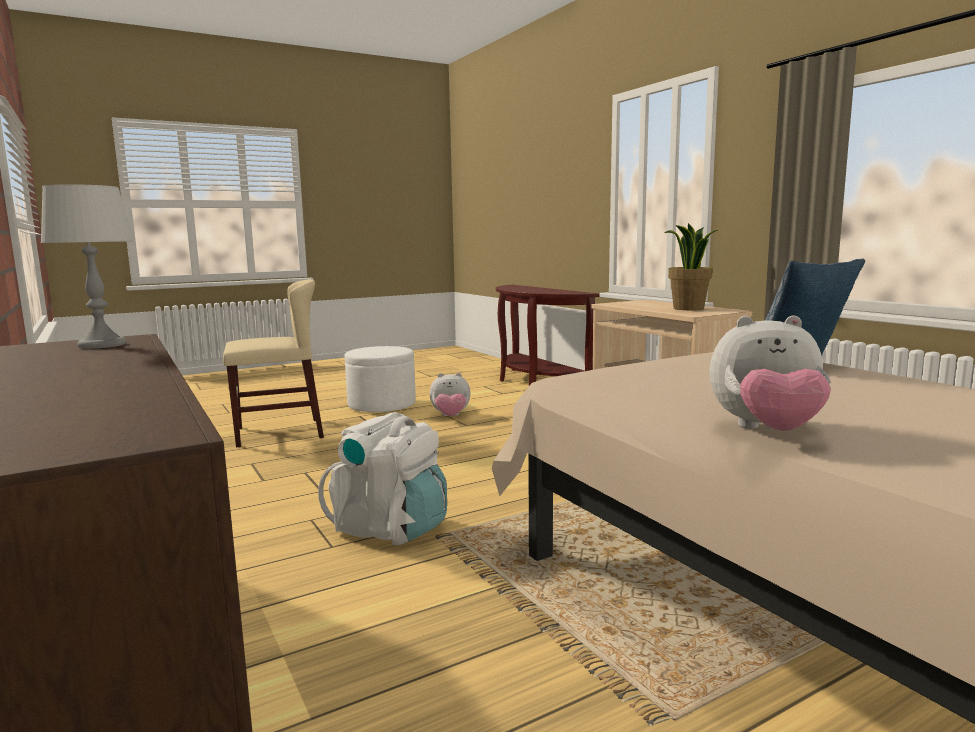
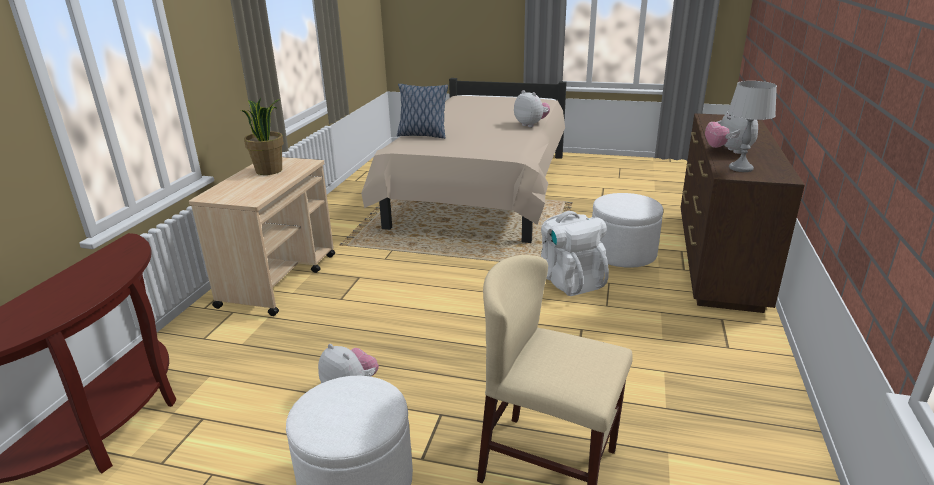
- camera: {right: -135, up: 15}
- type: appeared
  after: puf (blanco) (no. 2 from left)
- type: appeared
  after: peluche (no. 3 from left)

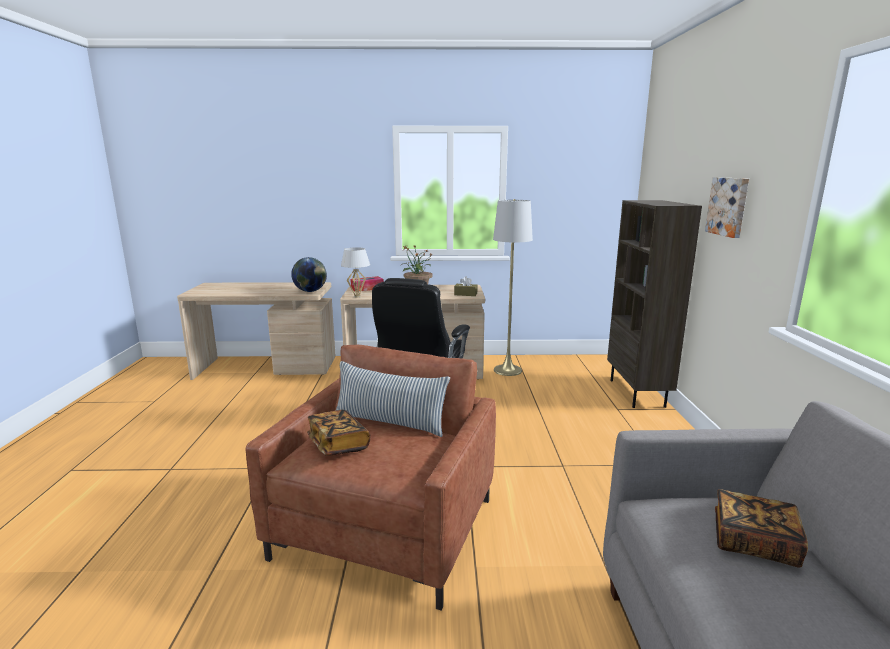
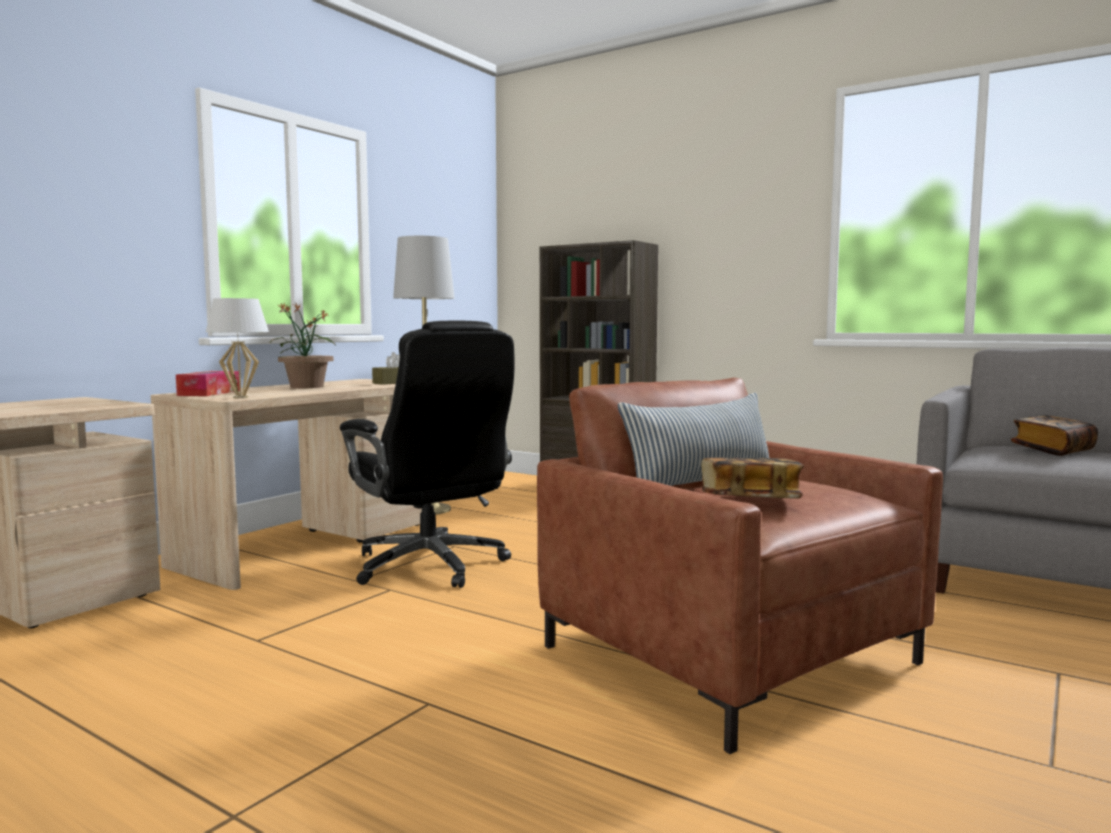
- camera: {right: -55, up: -10}
- type: missing
  before: globo terráqueo
- type: missing
  before: cuadro

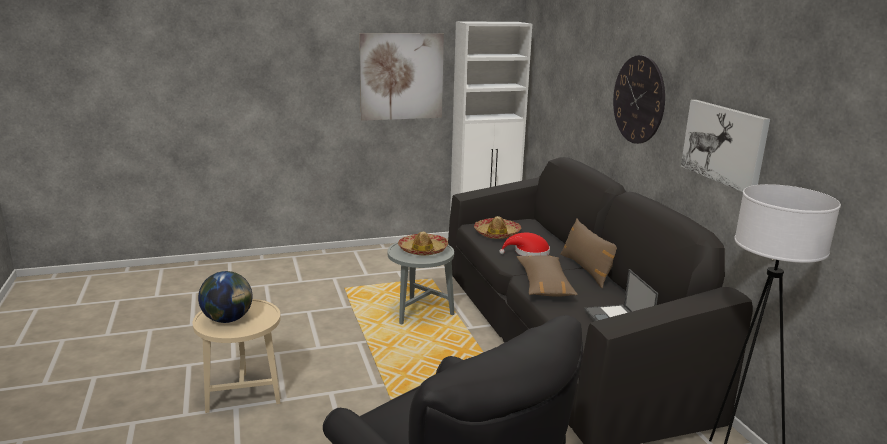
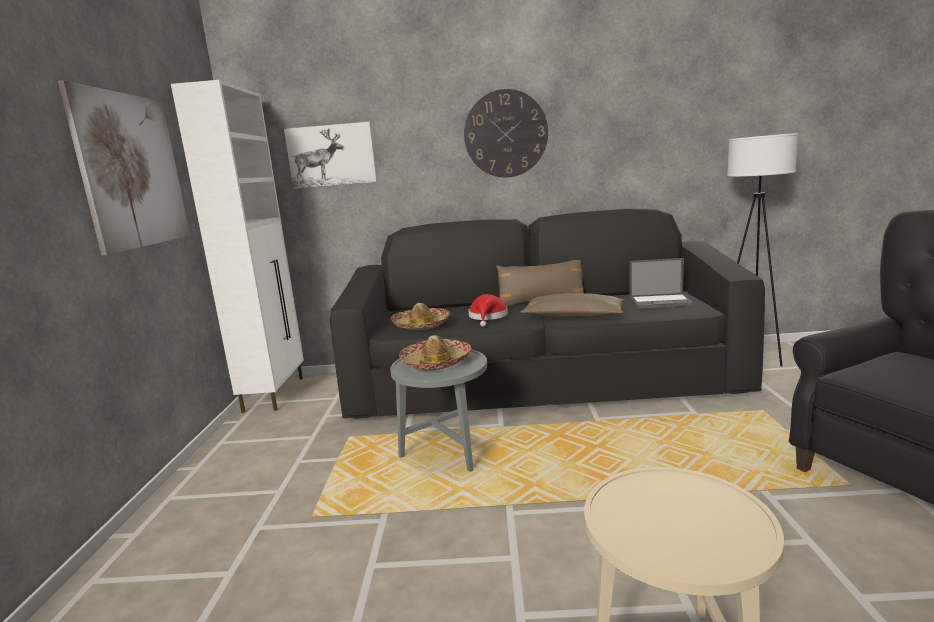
- camera: {right: -70, up: -5}
- type: missing
  before: globo terráqueo
- type: relocated
  before: cuadro (no. 2 from left)

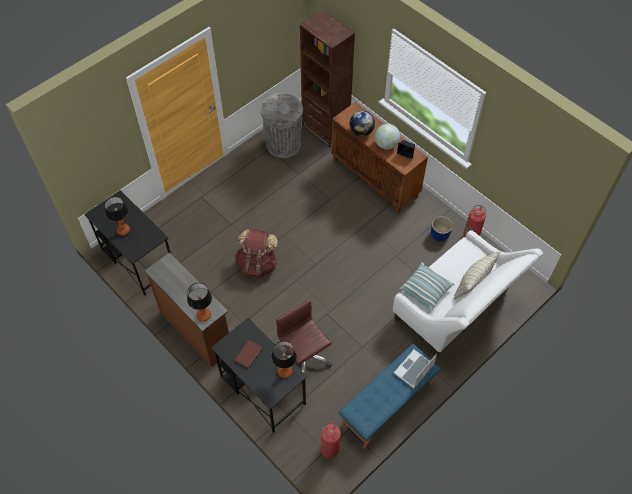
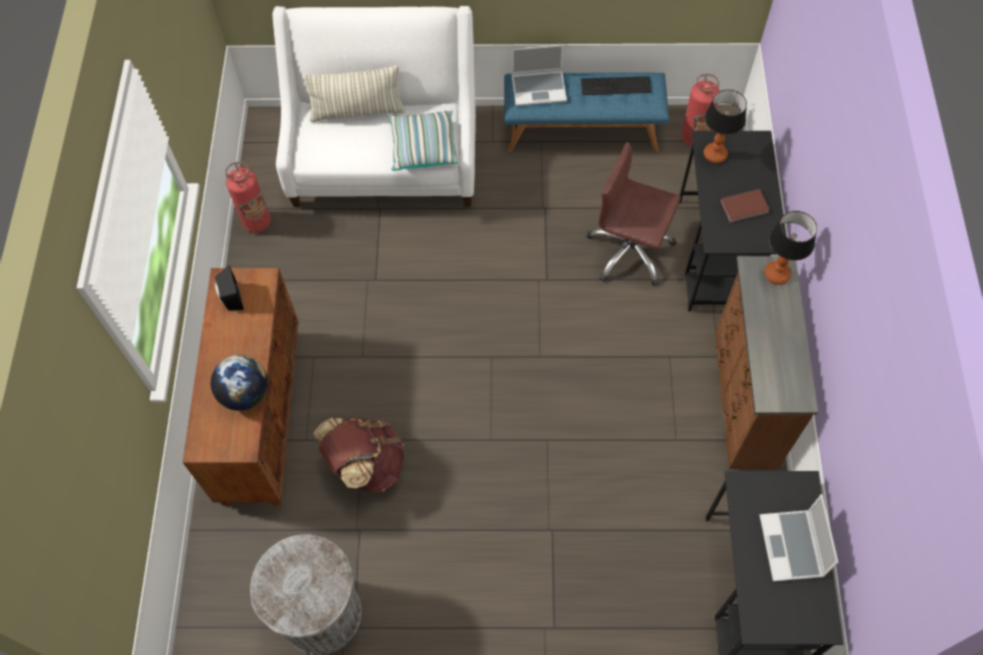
- camera: {right: -135, up: 5}
- type: missing
  before: estantería (marrón)
- type: missing
  before: globo terráqueo (no. 2 from left)
- type: missing
  before: maceta (azul)
- type: appeared
  after: teclado
- type: relocated
  before: mochila (marrón)
- type: exchanged
  before: lámpara de mesa (no. 1 from left)
  after: portátil (no. 2 from left)
- type: spun
  before: silla de oficina (marrón)
  turn: 105

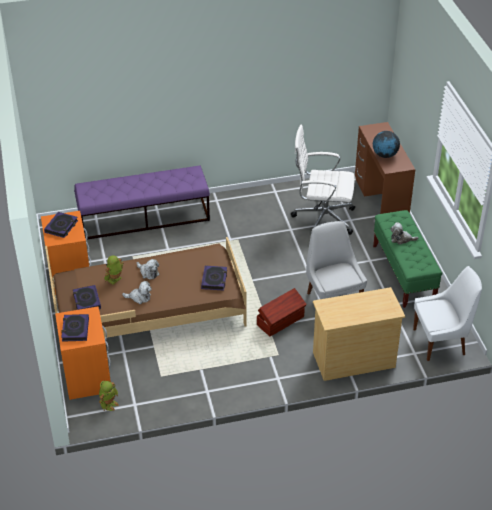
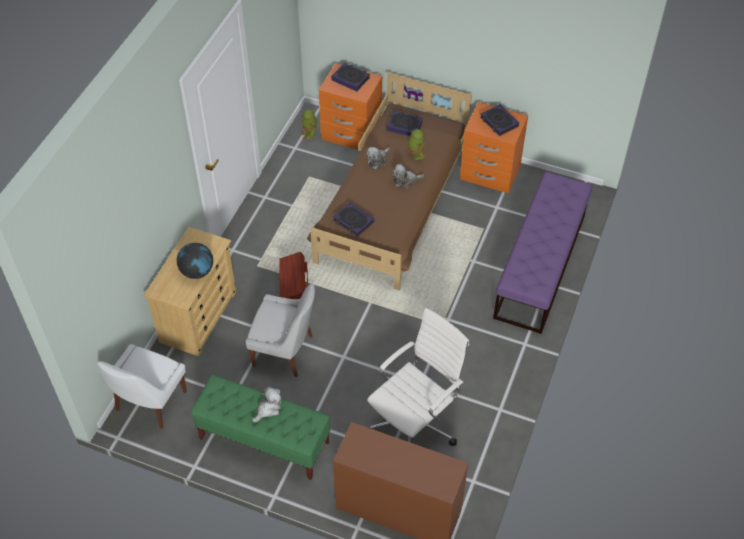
- camera: {right: 125, up: 10}
- type: relocated
  before: globo terráqueo

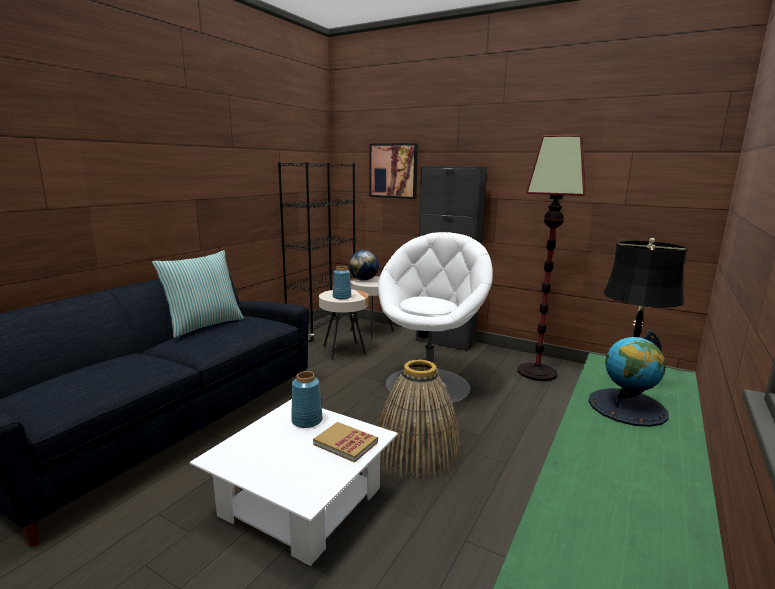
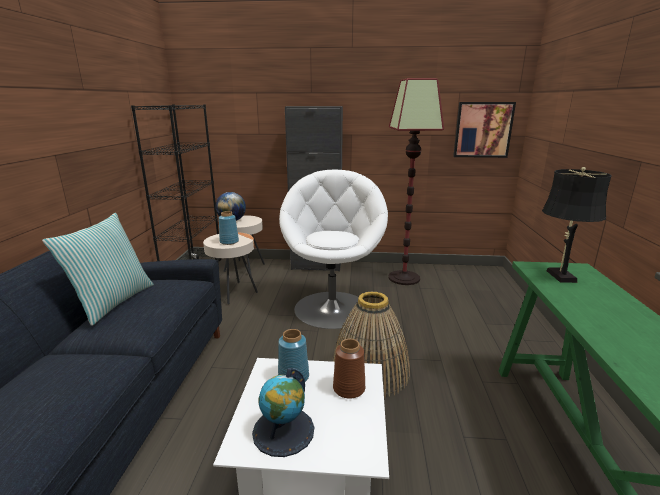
- camera: {right: -25, up: 5}
- type: relocated
  before: cuadro
- type: relocated
  before: globo terráqueo (no. 2 from left)
- type: exchanged
  before: libro
  after: florero (marrón)

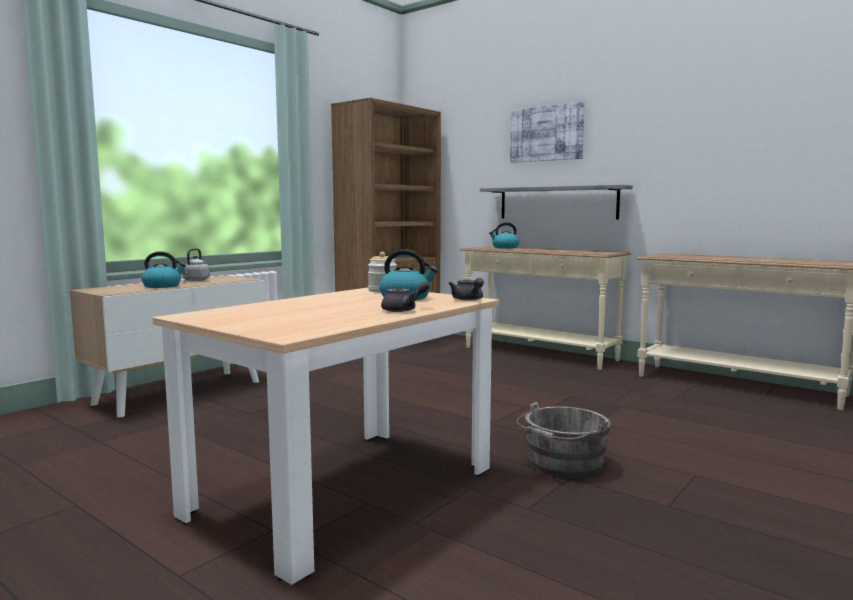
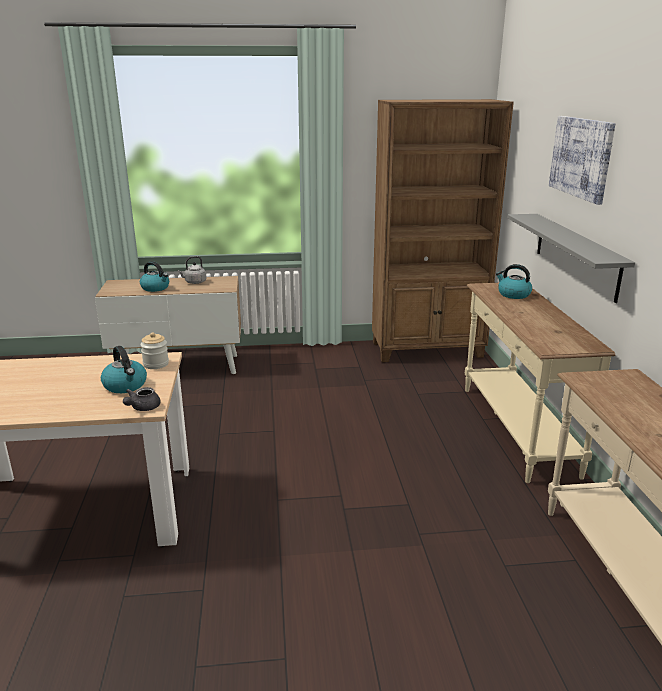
- camera: {right: 45, up: 15}
- type: missing
  before: tetera (gris) (no. 1 from left)
- type: missing
  before: cubo (gris)

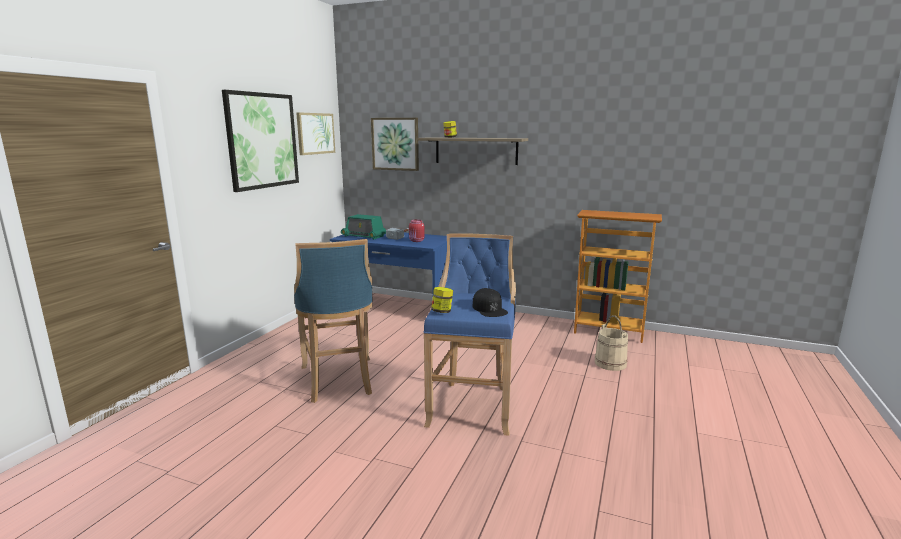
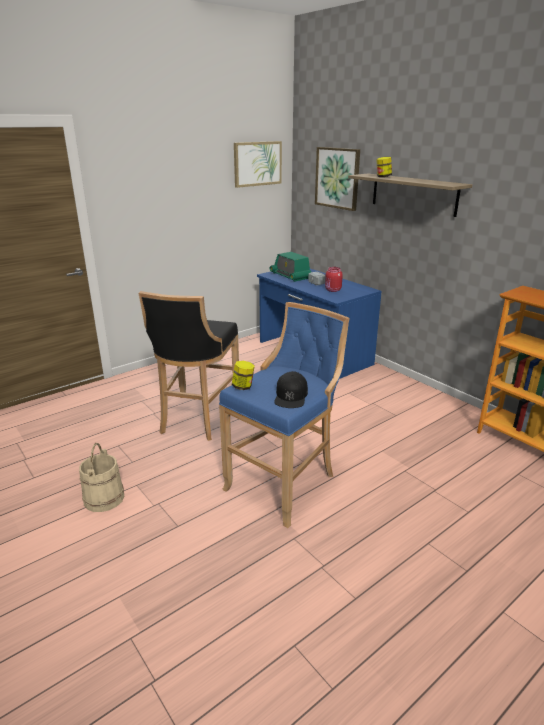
- camera: {right: 30, up: 10}
- type: missing
  before: cuadro (no. 1 from left)
- type: relocated
  before: cubo (beis)
- type: colour
  before: taburete (azul) (no. 1 from left)
  after: taburete (negro)

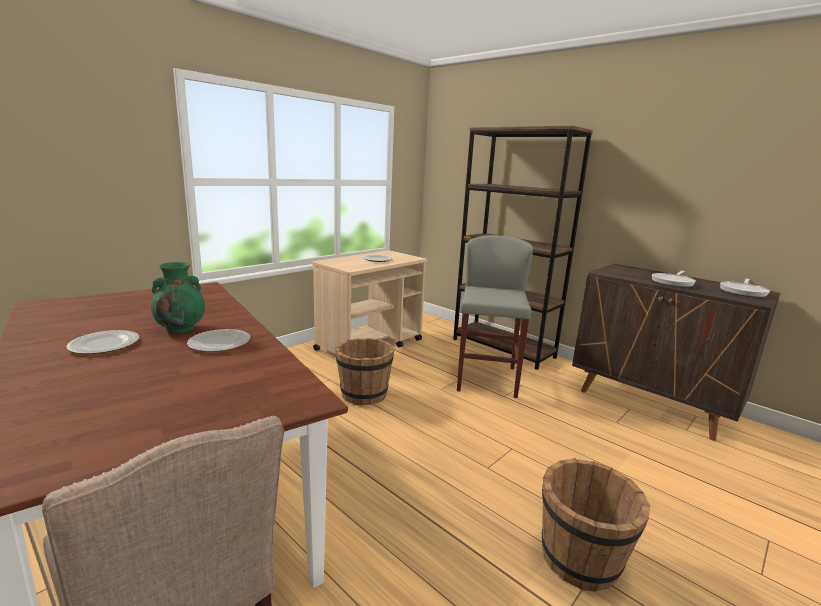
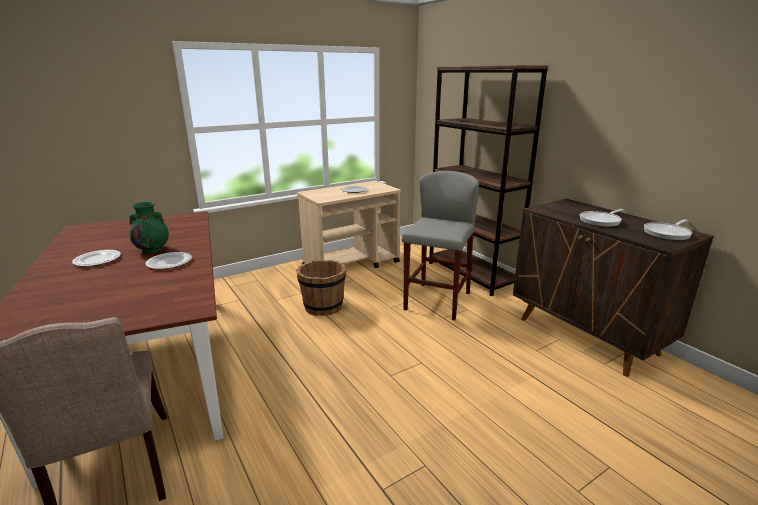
- camera: {right: 15, up: 5}
- type: missing
  before: cubo (marrón) (no. 2 from left)

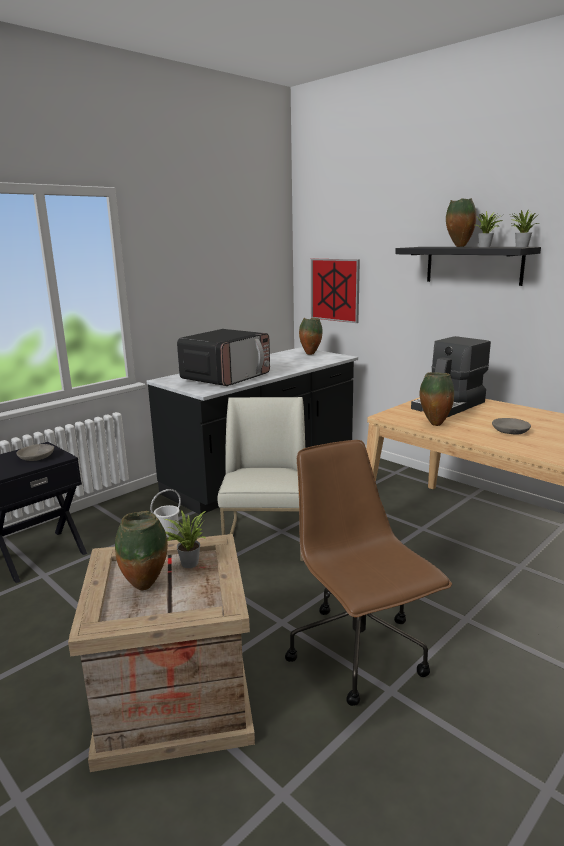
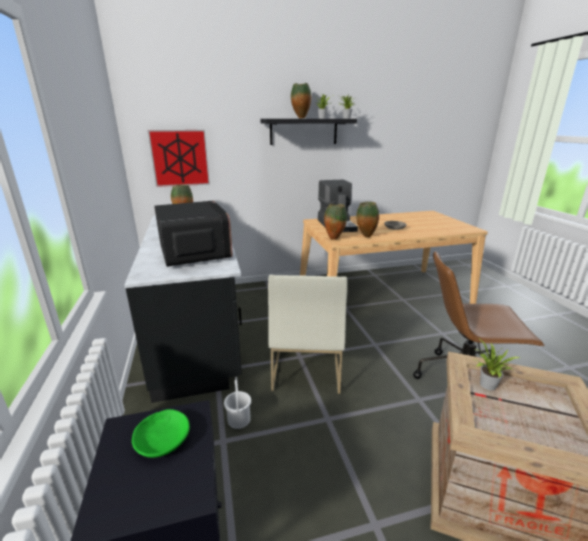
- camera: {right: -60, up: 5}
- type: relocated
  before: florero (no. 1 from left in the first image)
  after: florero (no. 3 from left)
- type: colour
  before: cuenco (gris) (no. 1 from left)
  after: cuenco (verde)
- type: spun
  before: silla (blanco)
  turn: -120

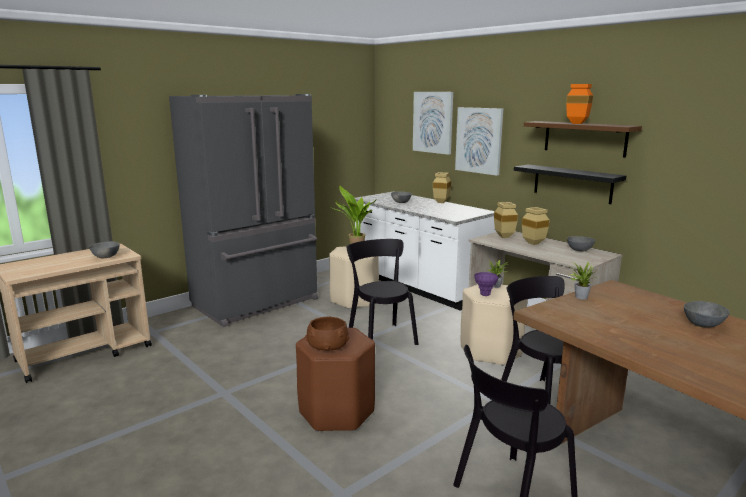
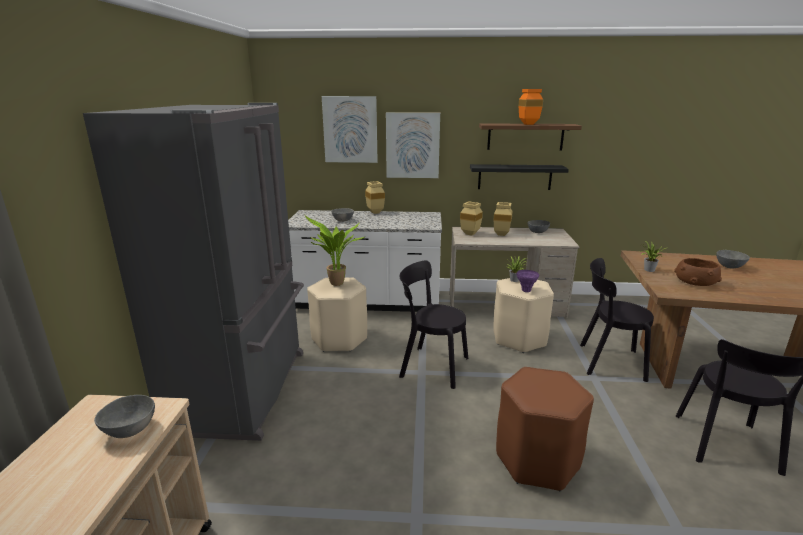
- camera: {right: -45, up: 5}
- type: relocated
  before: cuenco (marrón)

